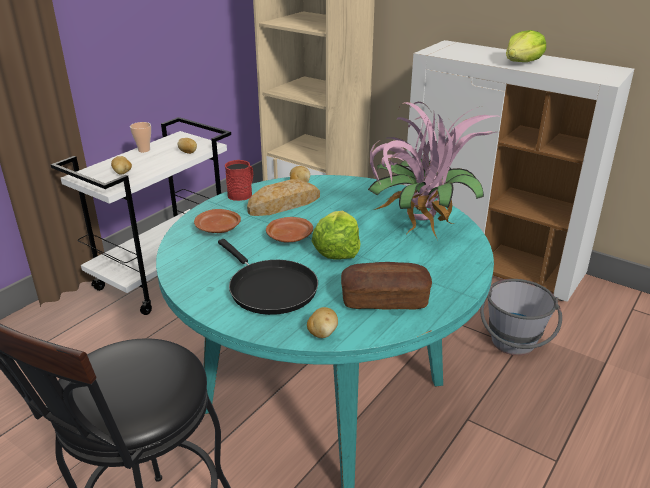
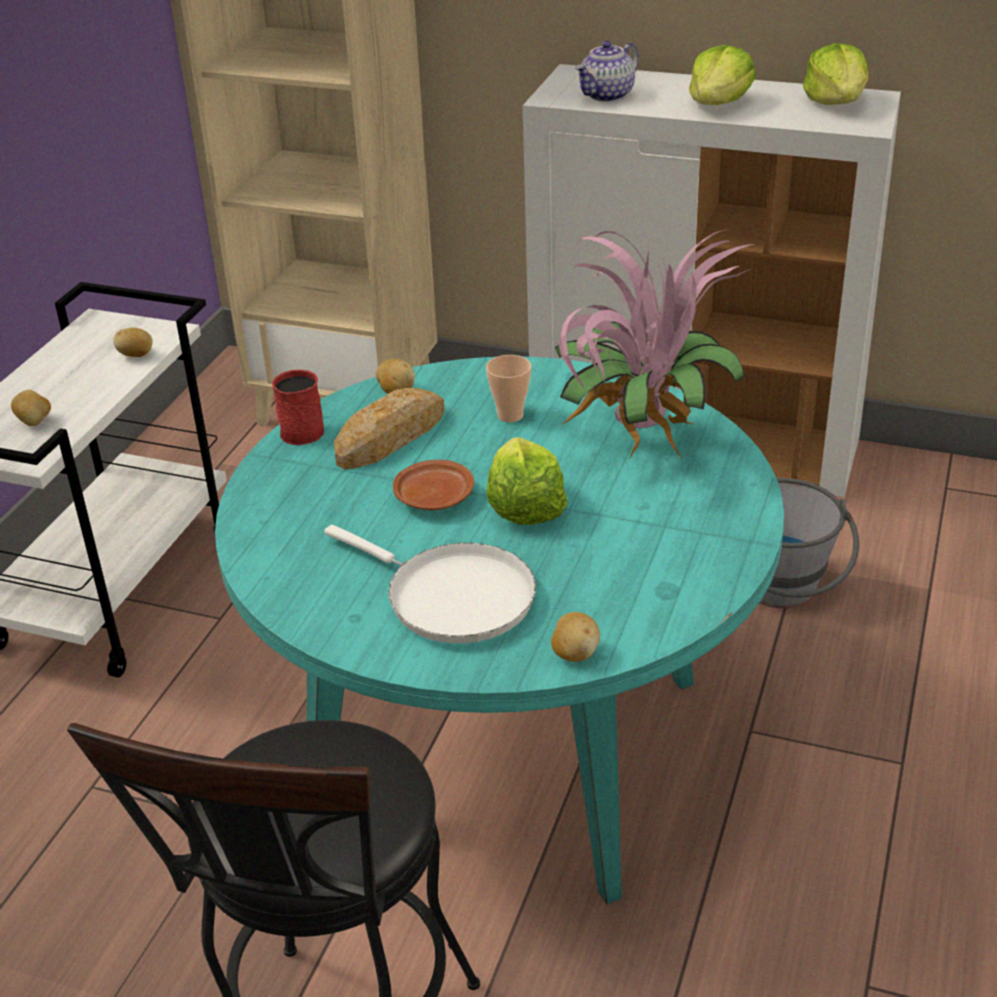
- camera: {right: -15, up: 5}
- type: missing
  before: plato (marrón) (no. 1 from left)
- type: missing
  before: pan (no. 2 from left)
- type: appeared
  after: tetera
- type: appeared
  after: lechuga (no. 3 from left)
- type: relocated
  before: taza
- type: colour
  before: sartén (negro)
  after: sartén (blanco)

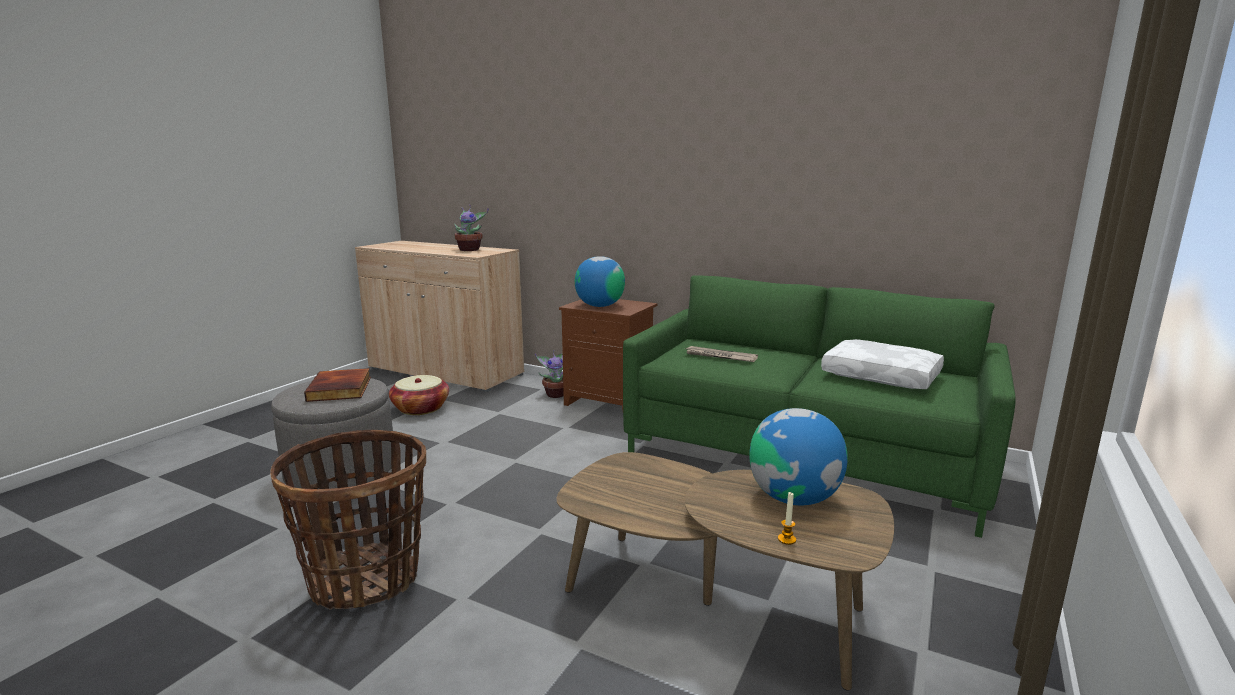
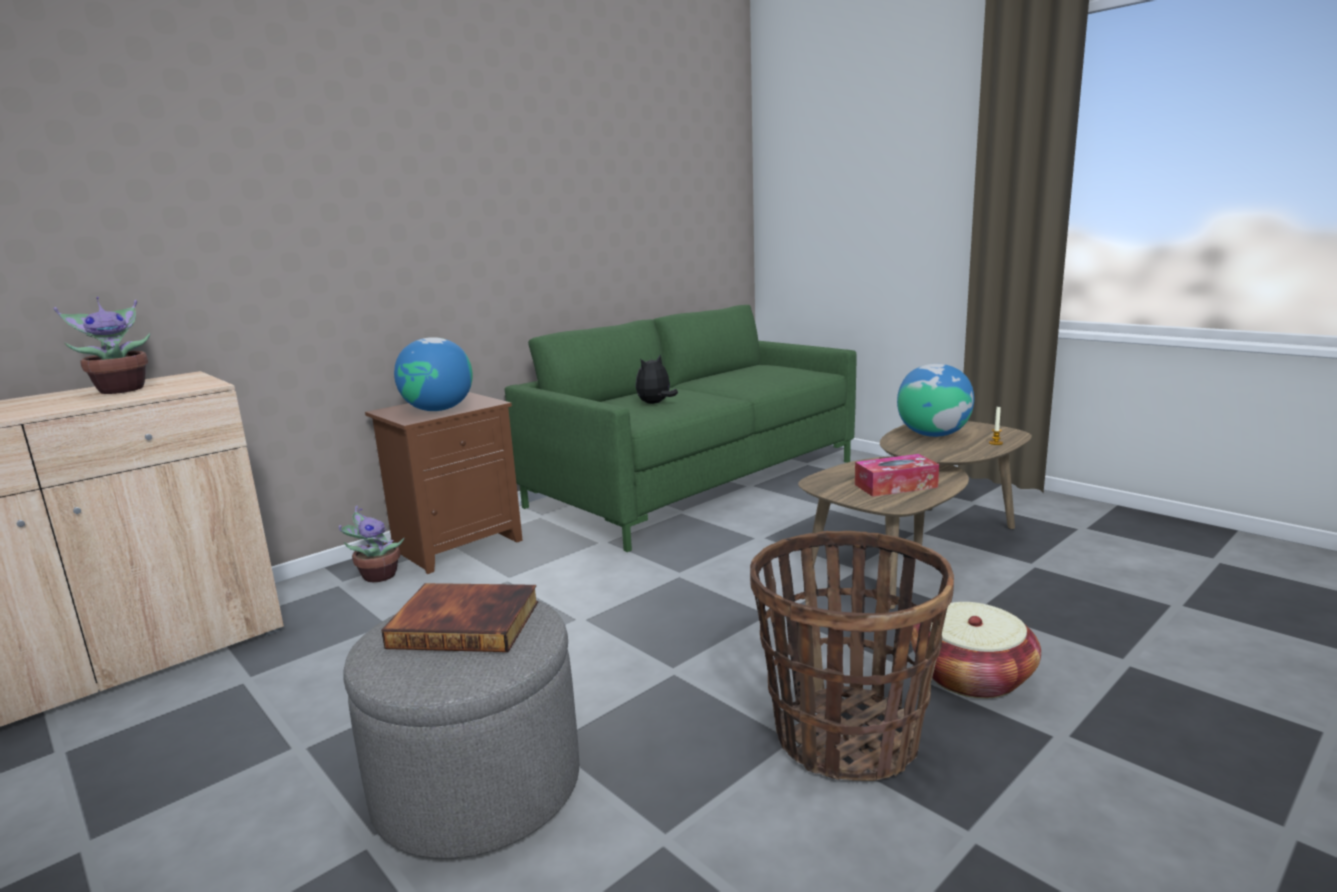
- camera: {right: -70, up: 0}
- type: missing
  before: cojín (blanco)
- type: appeared
  after: caja de pañuelos
- type: relocated
  before: cesta (no. 2 from left)
- type: exchanged
  before: periódico
  after: peluche

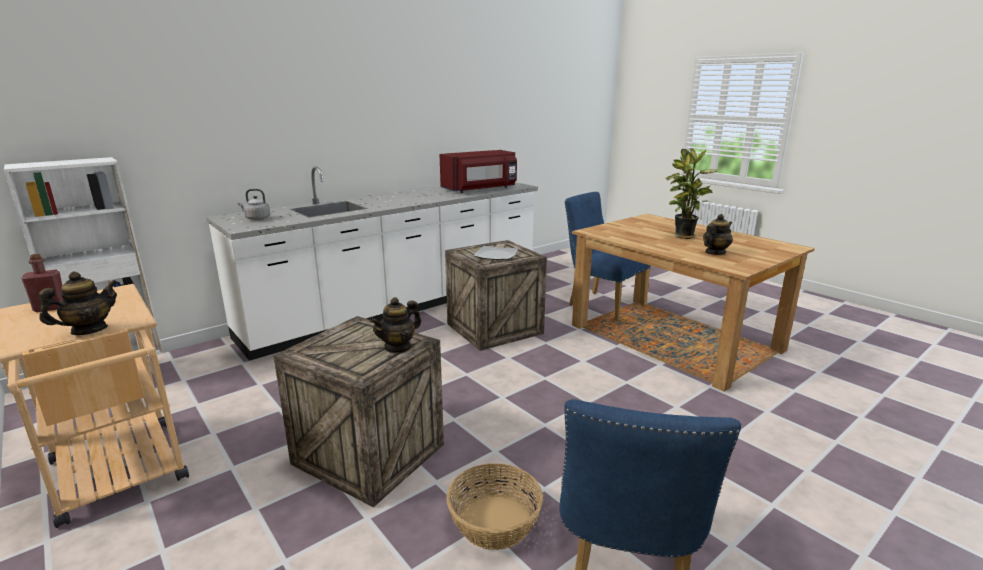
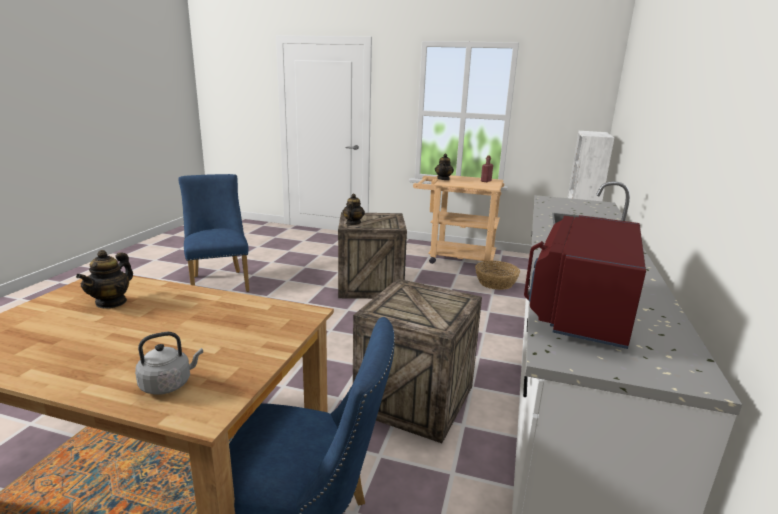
- camera: {right: 145, up: 0}
- type: missing
  before: plato
- type: missing
  before: planta en maceta
- type: relocated
  before: hervidor (gris)
- type: relocated
  before: cesta

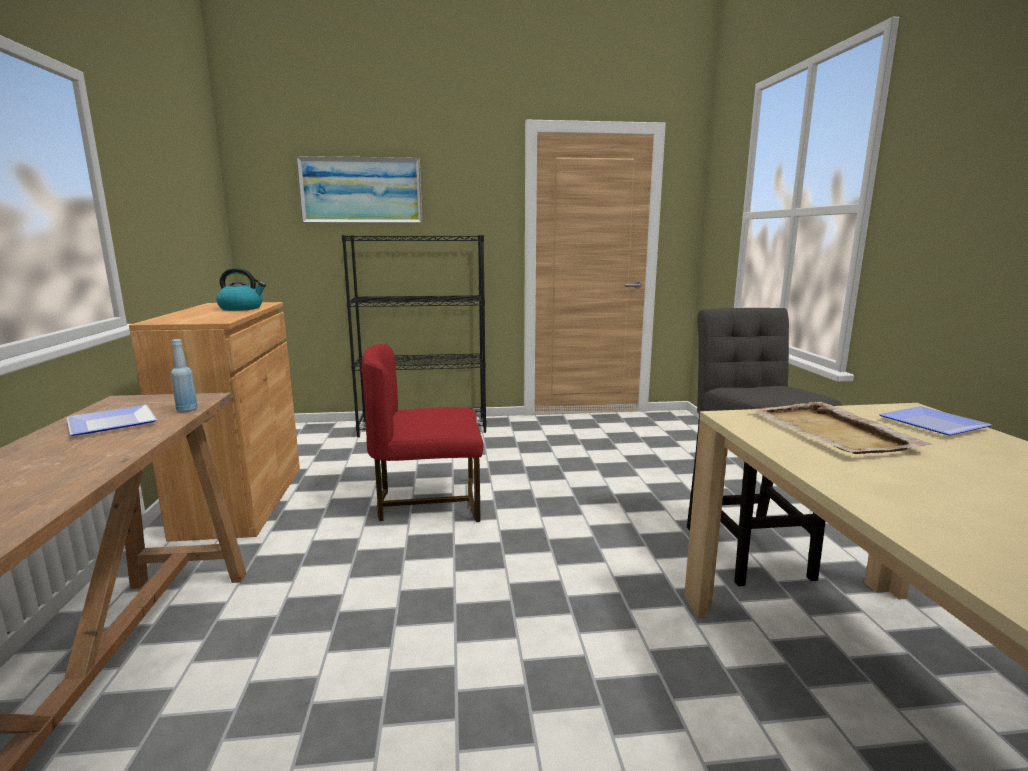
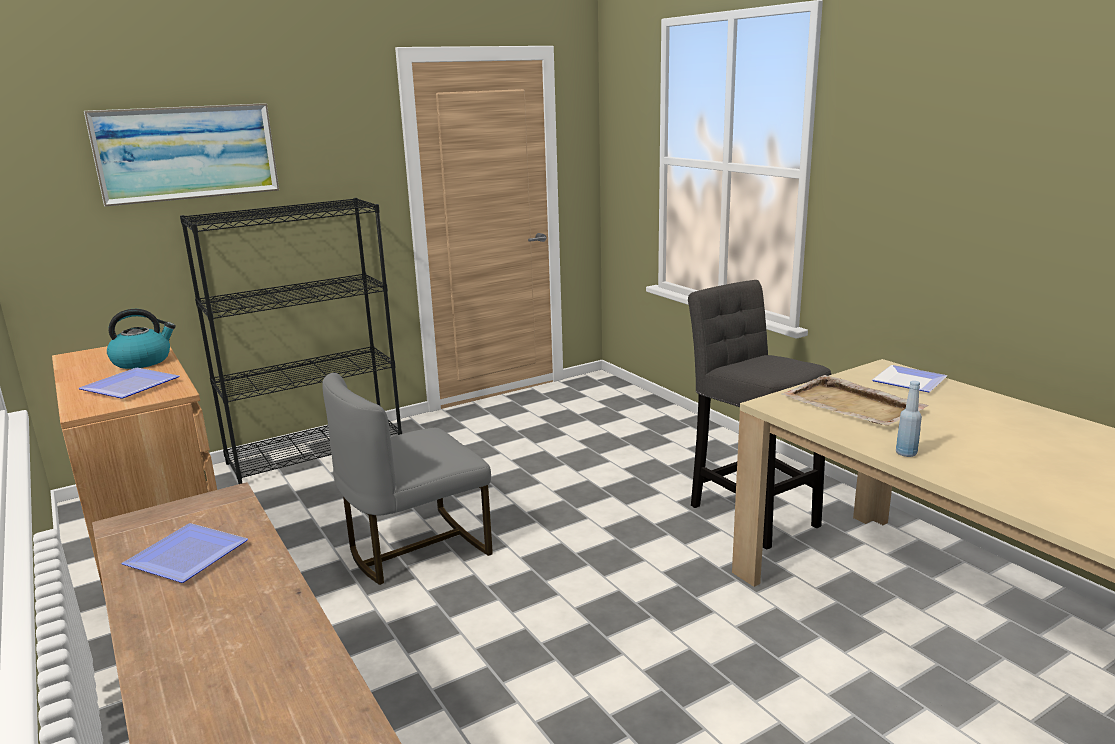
- camera: {right: -25, up: 5}
- type: appeared
  after: plato (no. 1 from left)
- type: relocated
  before: botella (azul)
- type: colour
  before: silla (rojo)
  after: silla (gris)

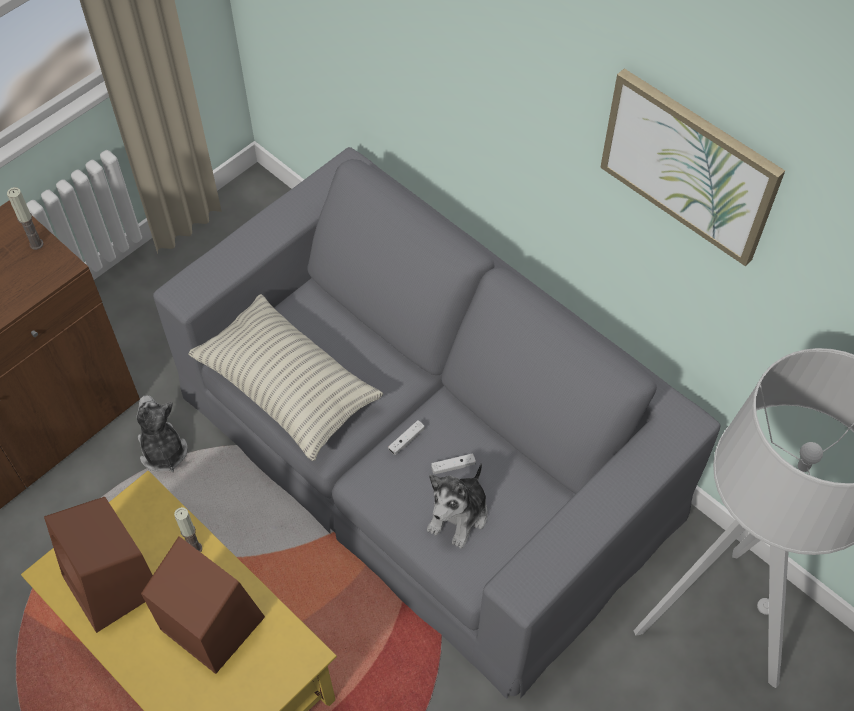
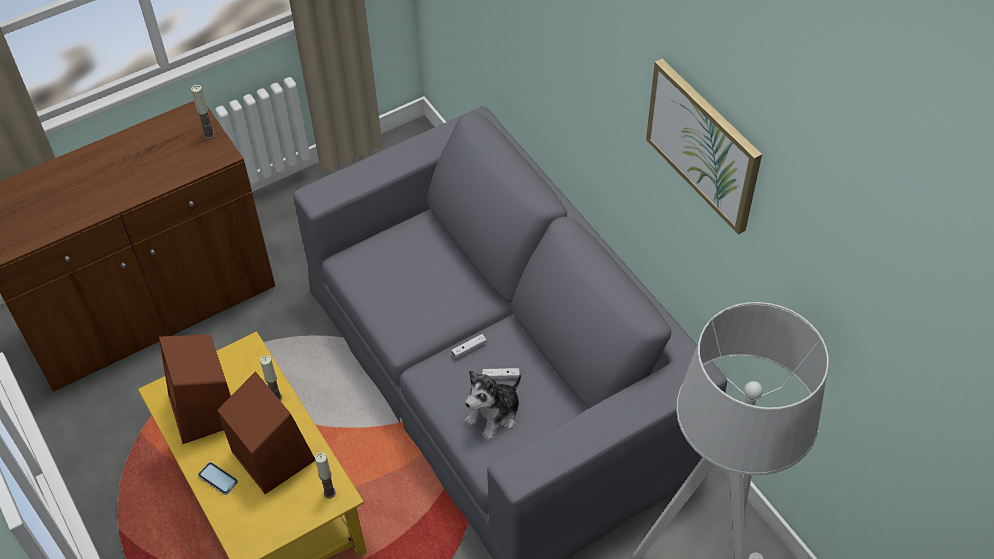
- camera: {right: 15, up: -5}
- type: missing
  before: peluche (no. 1 from left)
- type: missing
  before: cojín
- type: appeared
  after: móvil
- type: appeared
  after: vela (no. 3 from left)

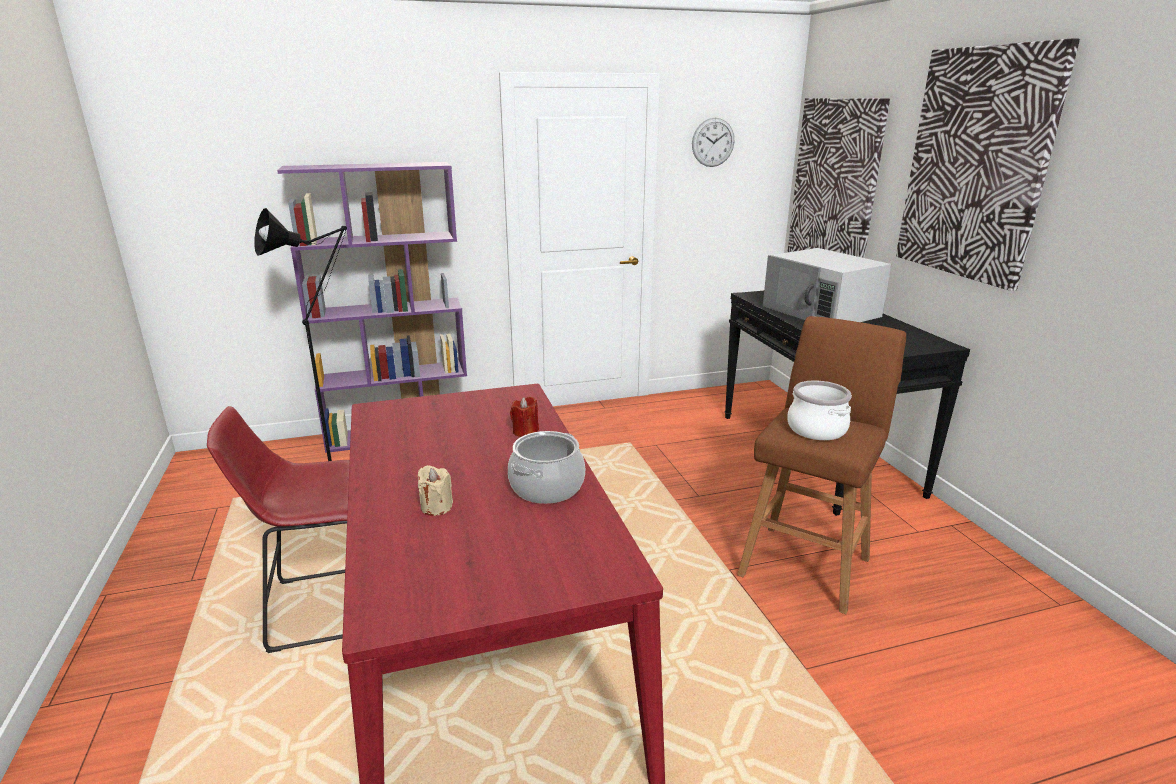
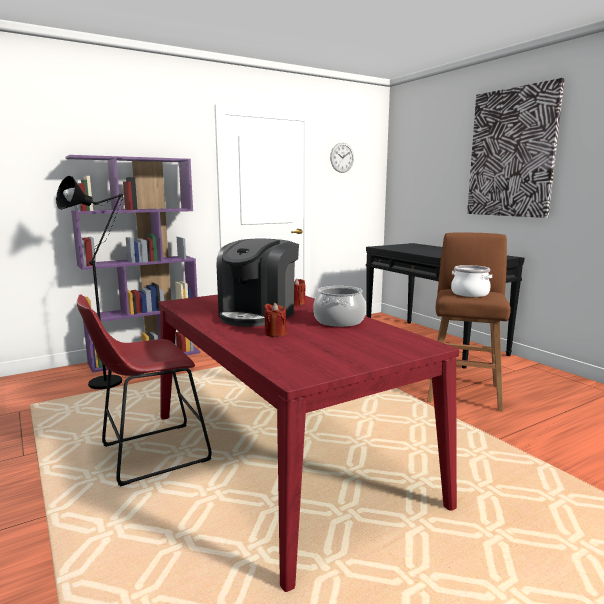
- camera: {right: -15, up: -10}
- type: missing
  before: microondas (blanco)
- type: missing
  before: cuadro (no. 1 from left)
- type: appeared
  after: cafetera
- type: colour
  before: vela (beis)
  after: vela (rojo) (no. 1 from left)

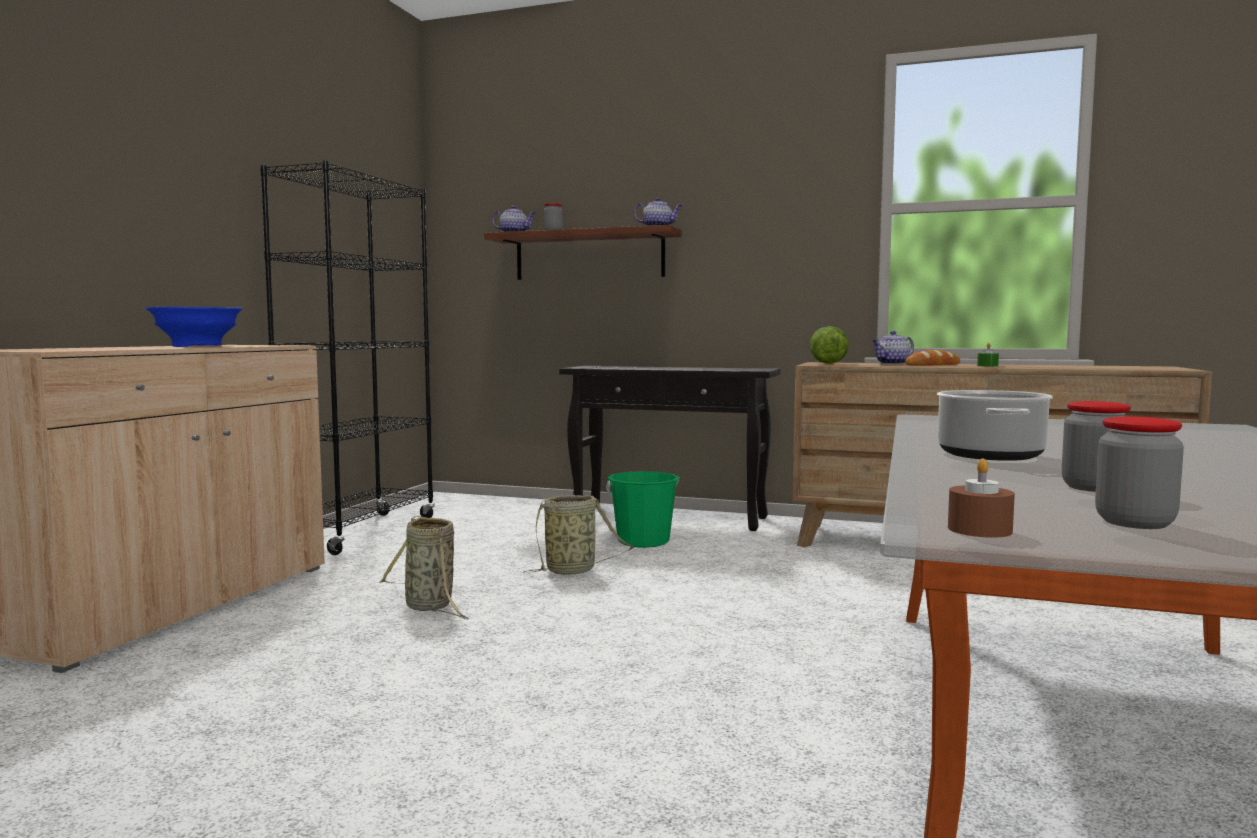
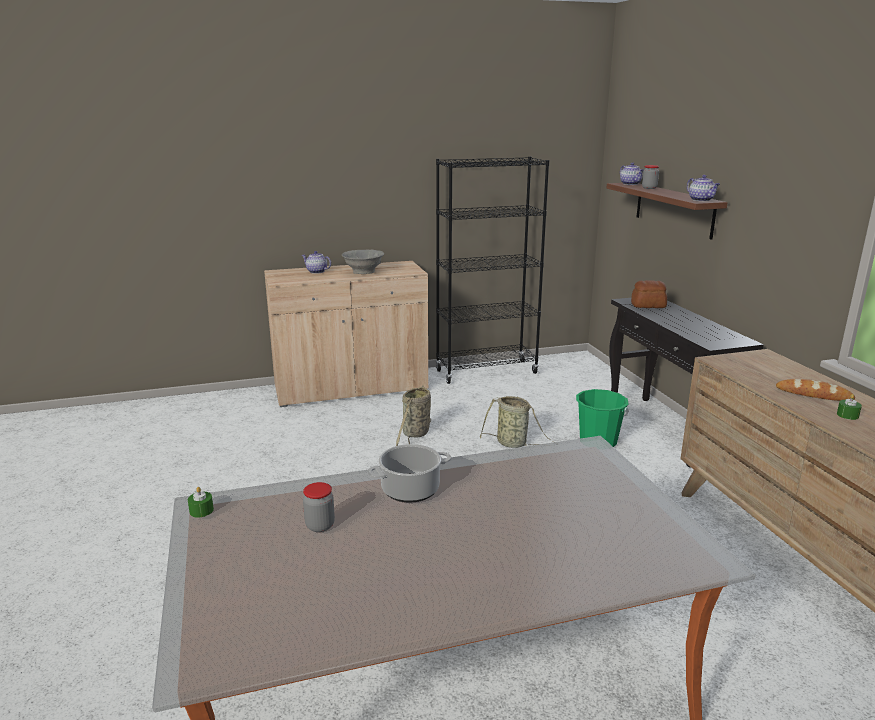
- camera: {right: 55, up: 15}
- type: missing
  before: lechuga
- type: missing
  before: tarro (no. 3 from left)
- type: appeared
  after: pan (no. 1 from left)
- type: relocated
  before: tetera (no. 3 from left in the first image)
  after: tetera (no. 1 from left)
- type: colour
  before: cuenco (azul)
  after: cuenco (gris)
- type: colour
  before: vela (marrón)
  after: vela (verde) (no. 1 from left)

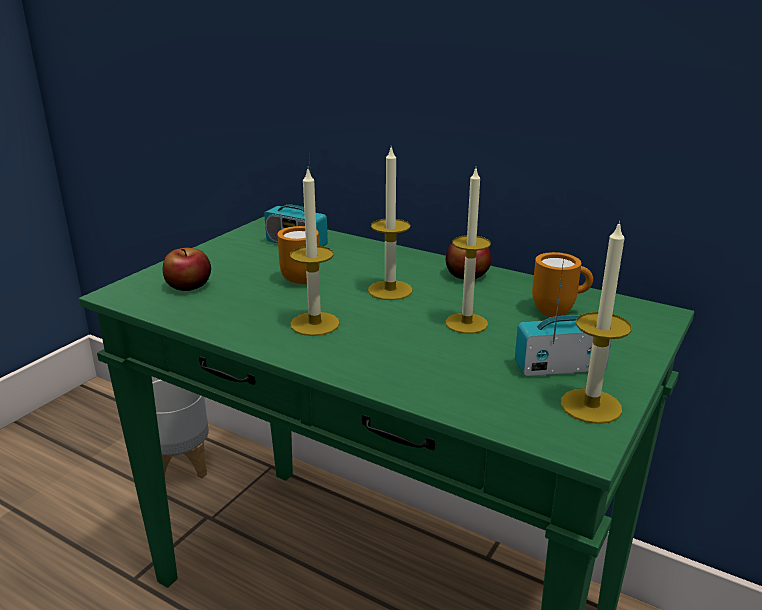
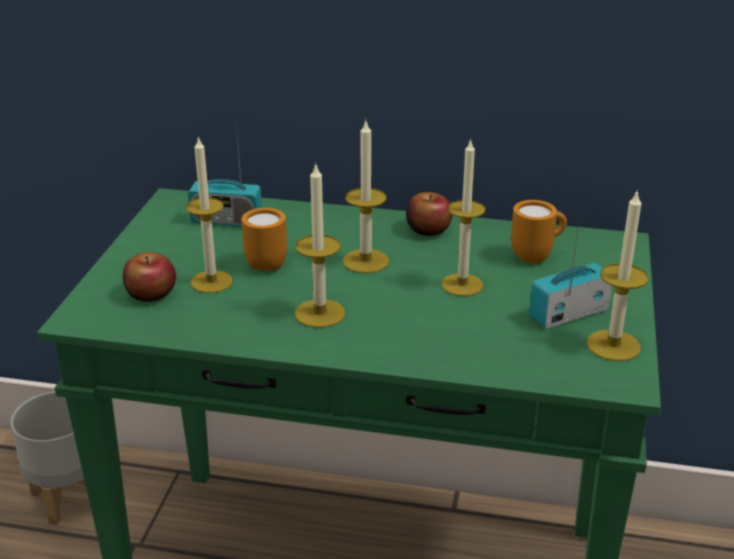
- camera: {right: -20, up: 5}
- type: appeared
  after: vela (no. 1 from left)

